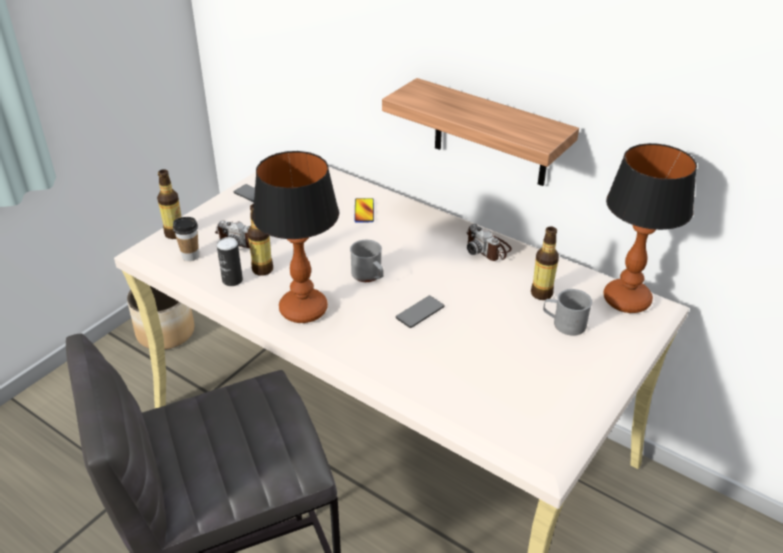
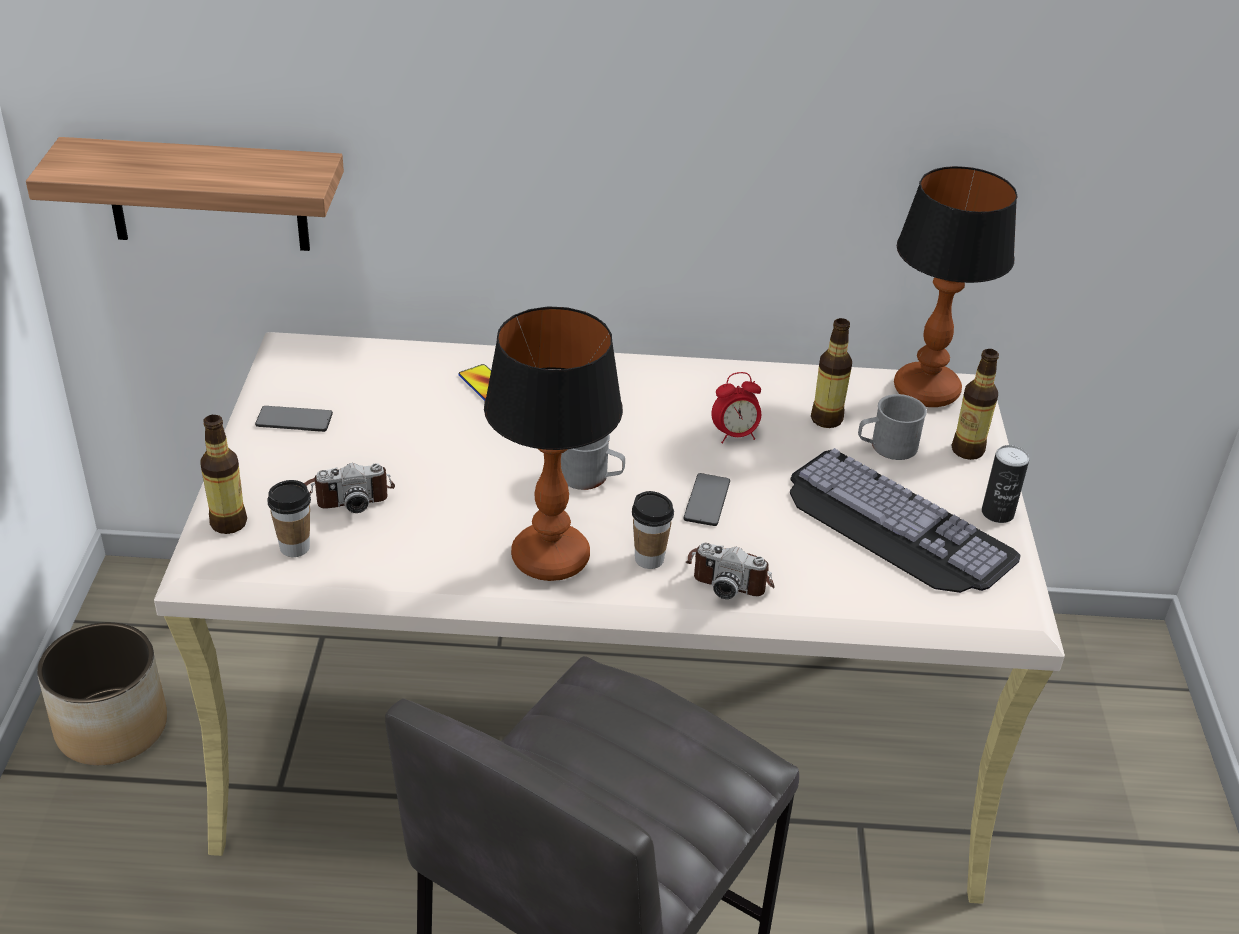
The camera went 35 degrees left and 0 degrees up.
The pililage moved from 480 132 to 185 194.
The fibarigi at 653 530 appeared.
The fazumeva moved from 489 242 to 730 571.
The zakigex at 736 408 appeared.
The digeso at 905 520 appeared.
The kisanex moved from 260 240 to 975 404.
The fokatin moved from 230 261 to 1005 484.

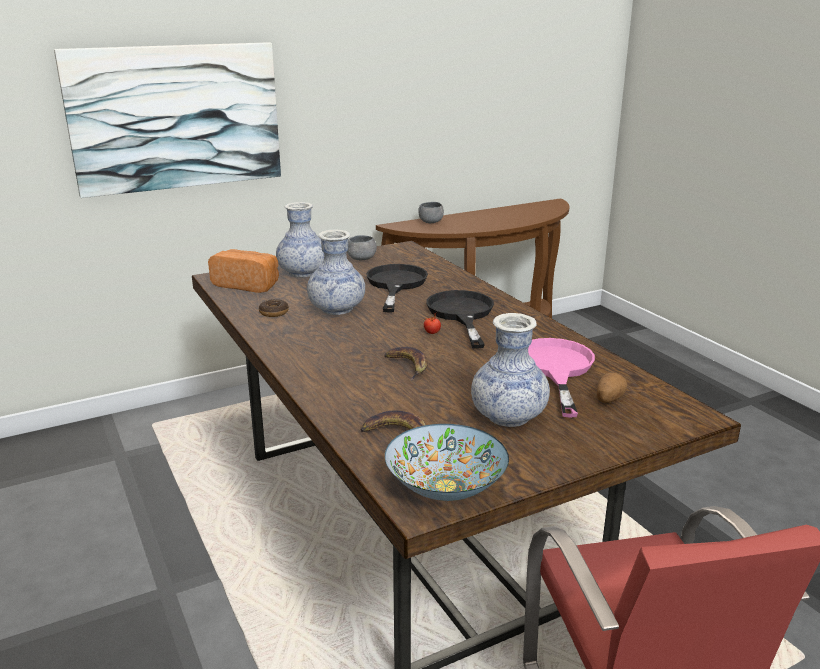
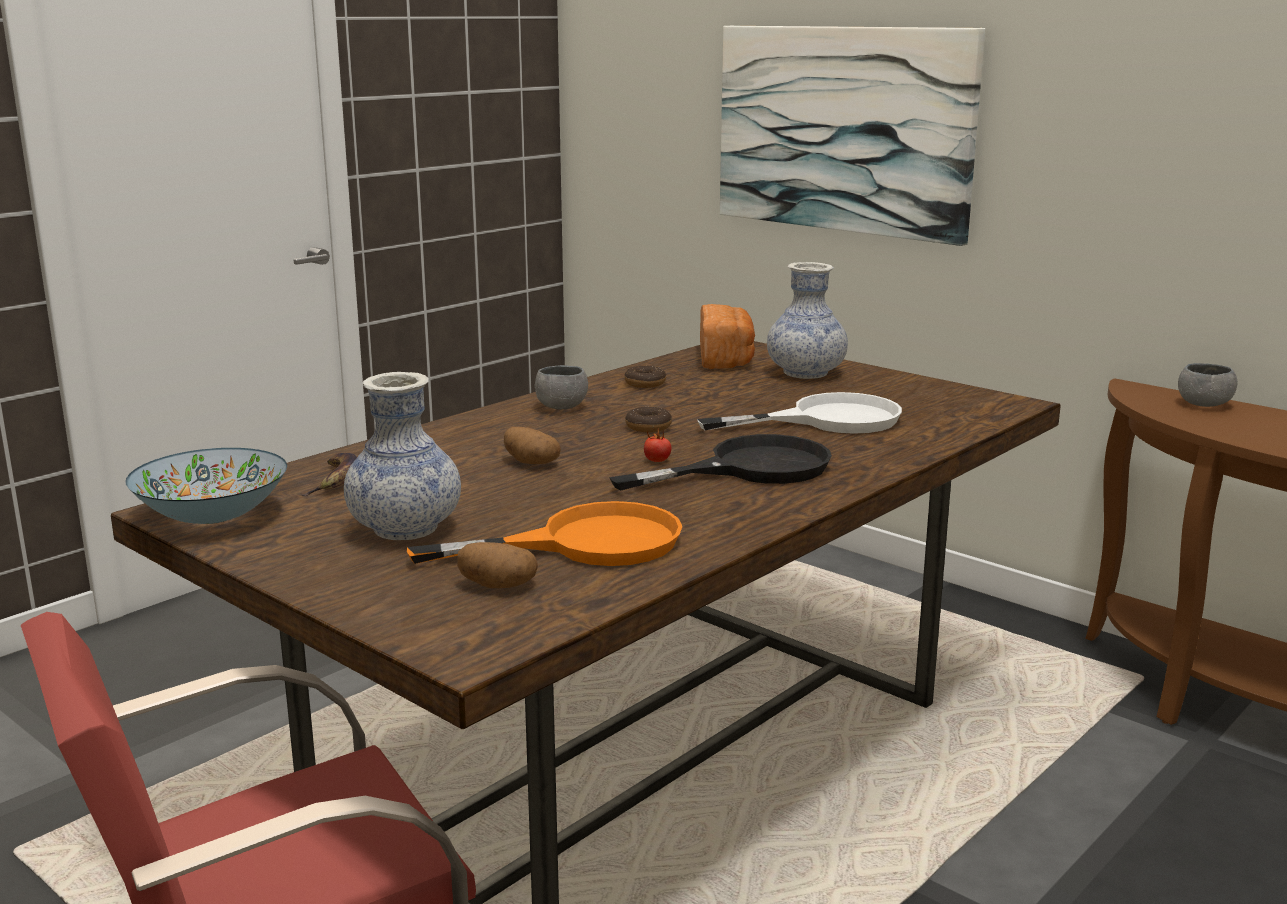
The camera went 70 degrees right and 5 degrees down.
The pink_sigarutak at 561 377 became the orange_sigarutak at 544 533.
The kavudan at 406 364 was replaced by the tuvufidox at 532 445.
The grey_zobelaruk moved from 362 247 to 561 387.
The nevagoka at 648 419 appeared.
The black_sigarutak at 397 288 became the white_sigarutak at 799 413.
The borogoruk at 336 272 disappeared.

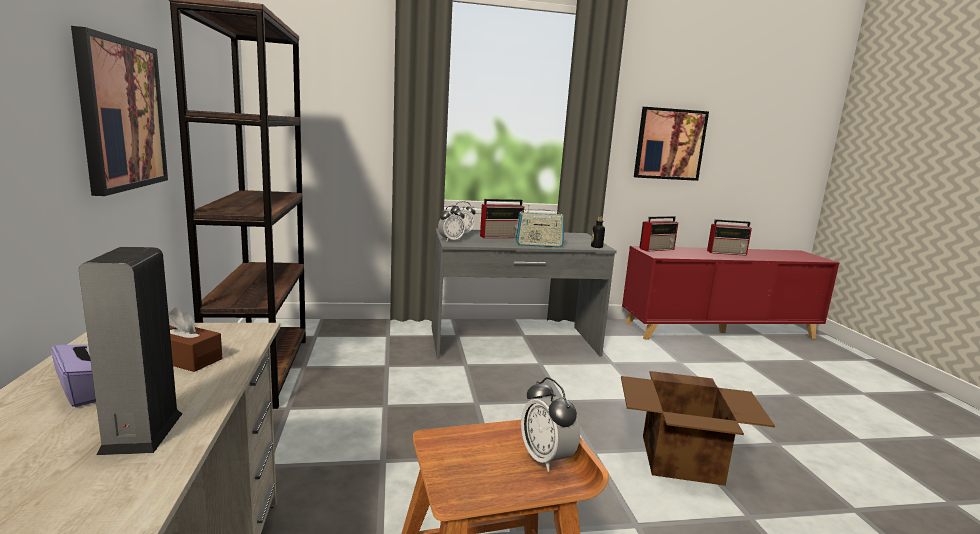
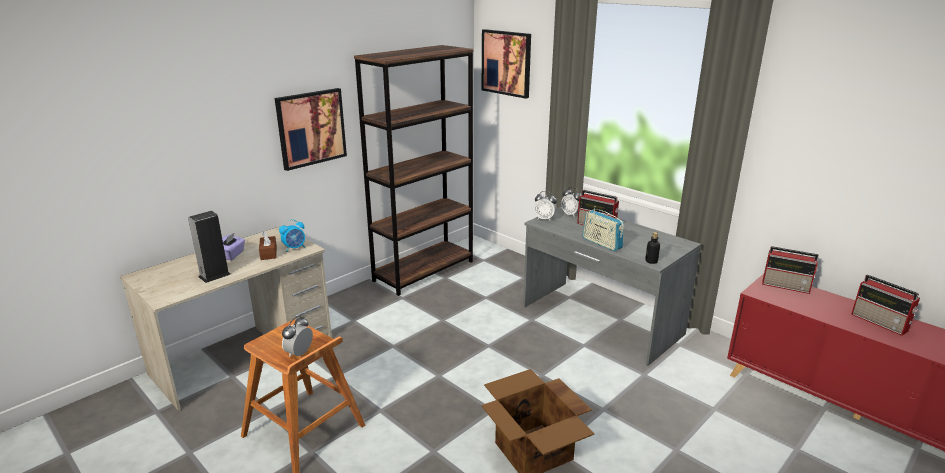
The camera went 55 degrees right and 10 degrees up.
The zakigex at 292 235 appeared.
The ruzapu moved from 671 144 to 506 64.

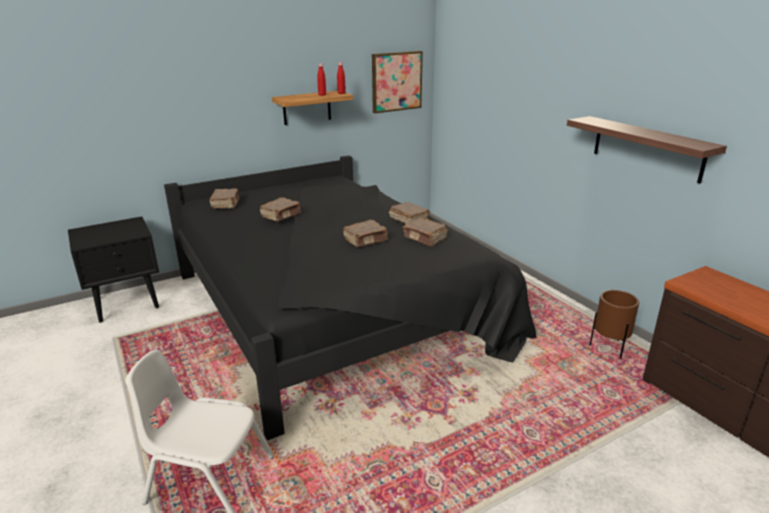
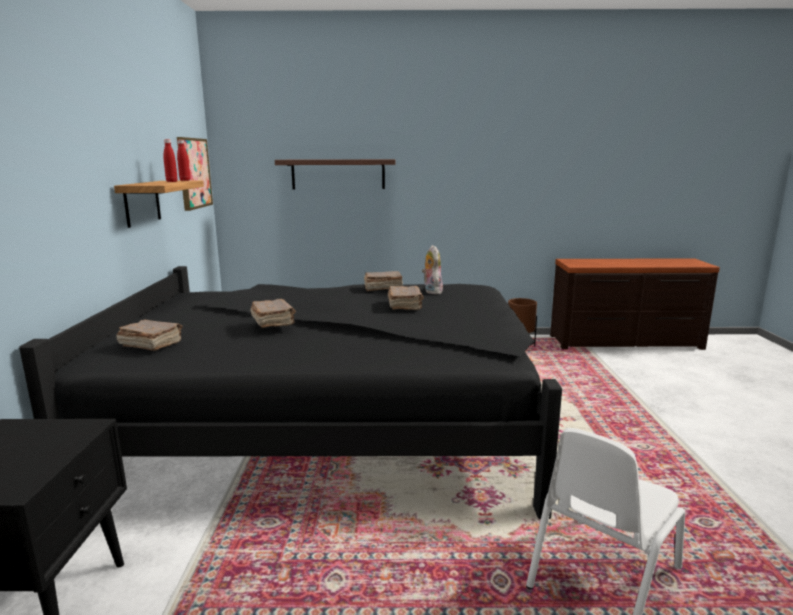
The camera went 60 degrees left and 10 degrees down.
The pililage moved from 647 149 to 335 174.
The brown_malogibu at 424 232 was replaced by the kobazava at 432 269.

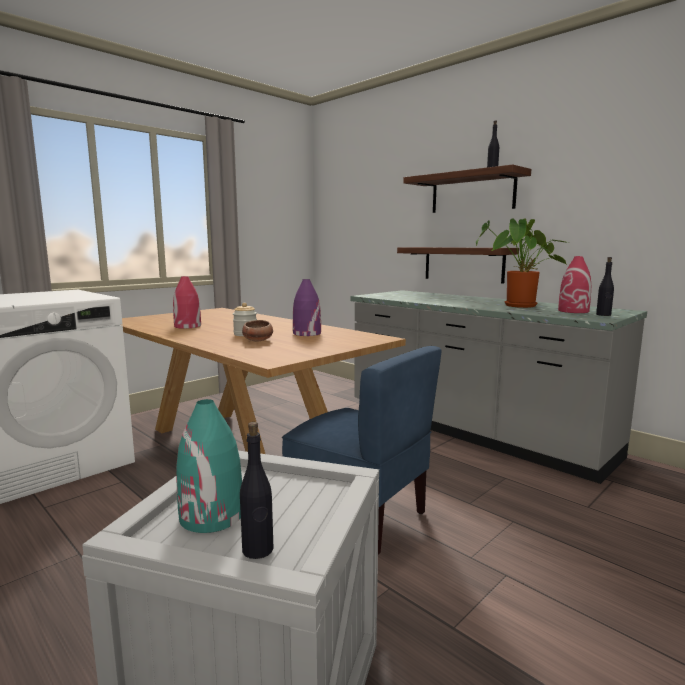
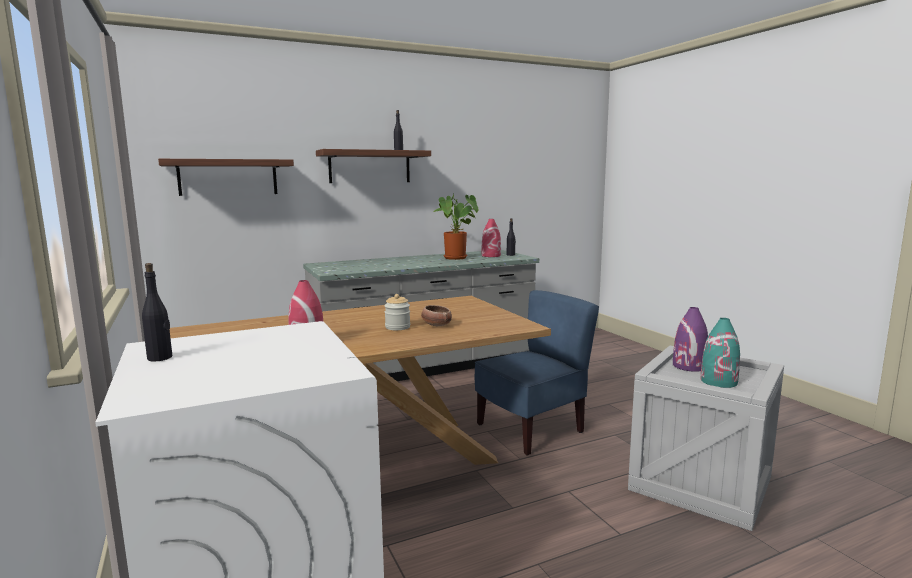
The camera went 70 degrees left and 0 degrees up.
The black_kisanex moved from 257 490 to 157 312.
The pililage moved from 458 265 to 226 177.
The purple_borogoruk moved from 307 307 to 690 339.

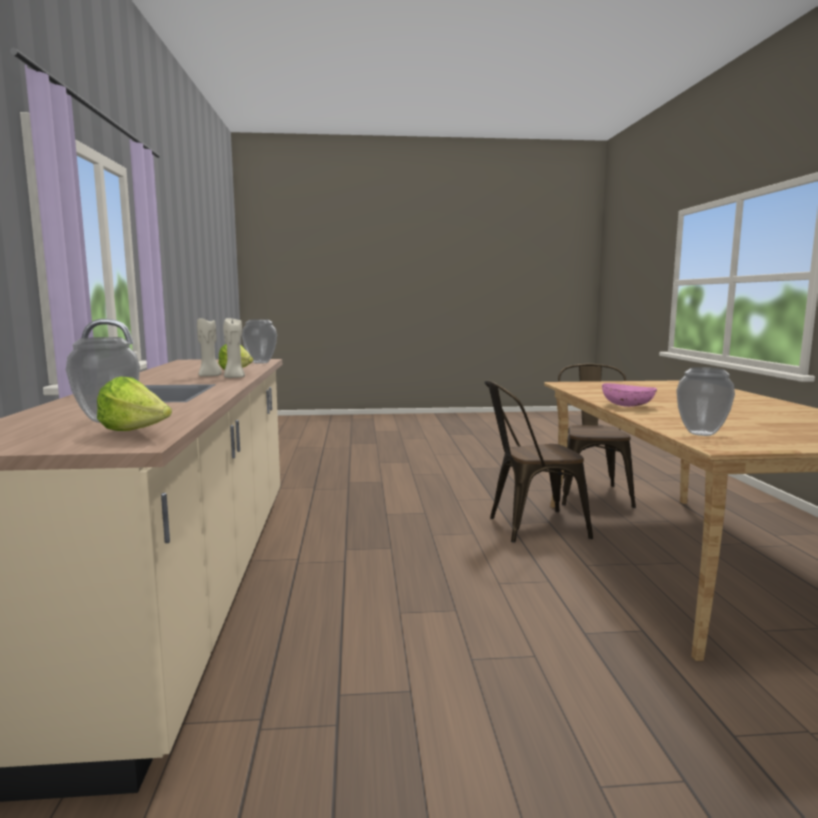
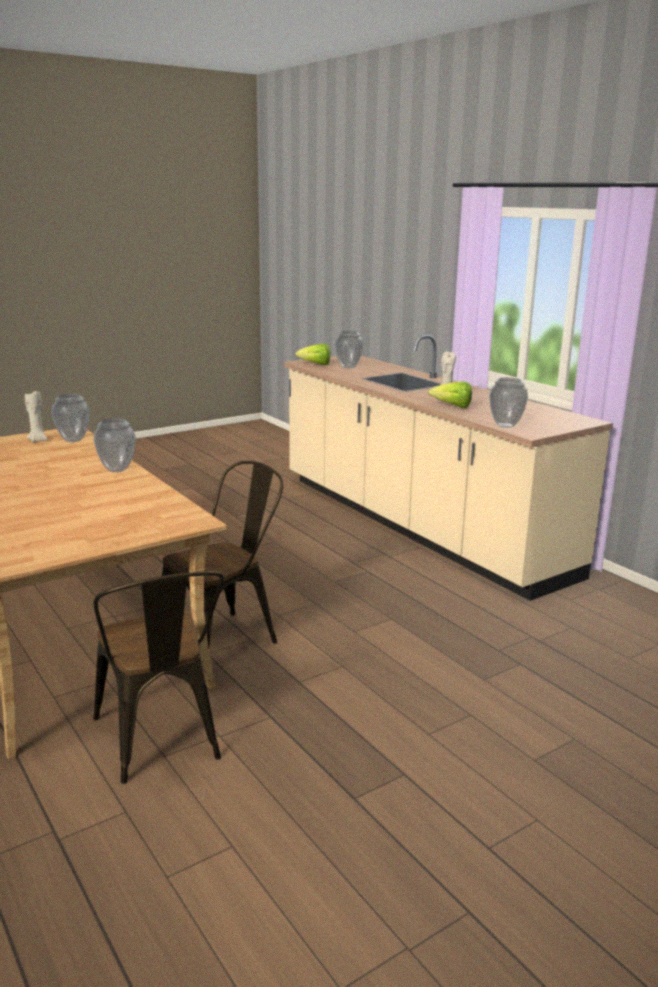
The camera went 150 degrees right and 10 degrees up.
The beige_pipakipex moved from 234 348 to 36 417.
The pink_zobelaruk at 629 395 was replaced by the borogoruk at 114 445.

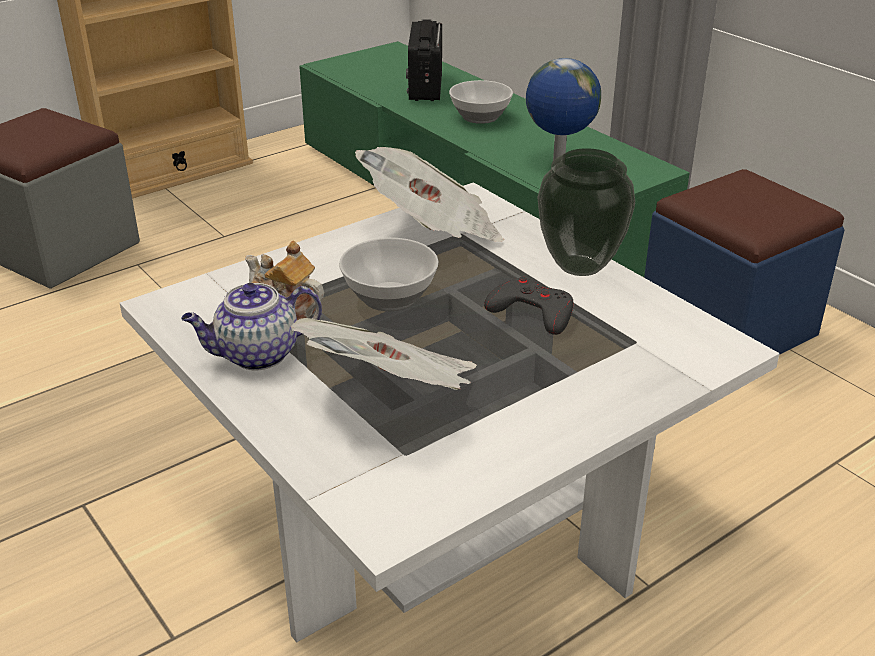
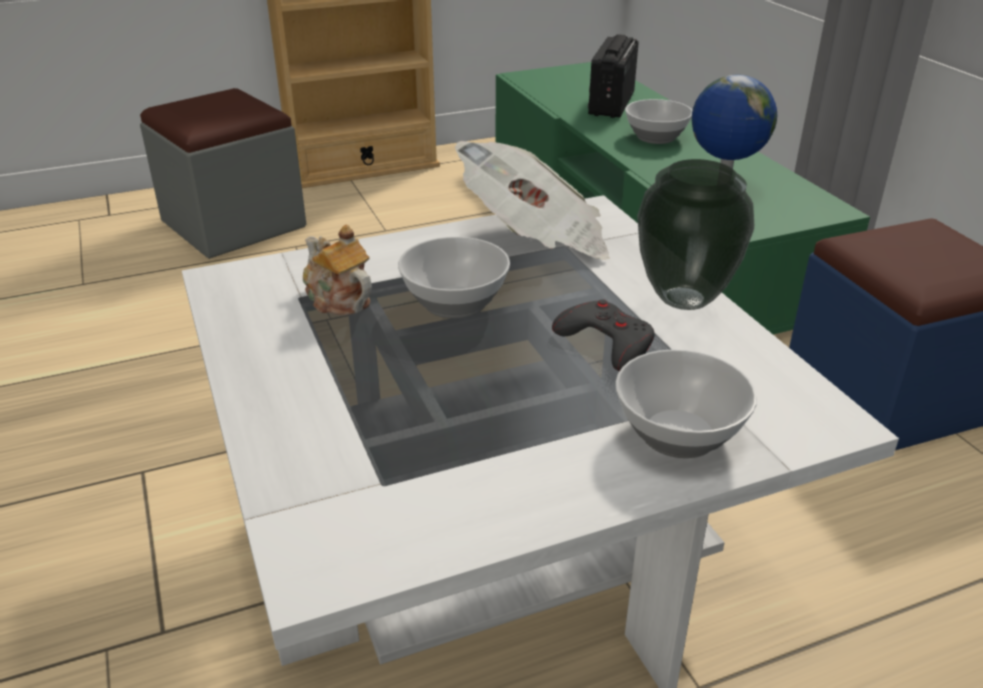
The camera went 15 degrees right and 0 degrees up.
The zobelaruk at 686 403 appeared.
The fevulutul at 251 327 disappeared.
The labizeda at 384 354 disappeared.

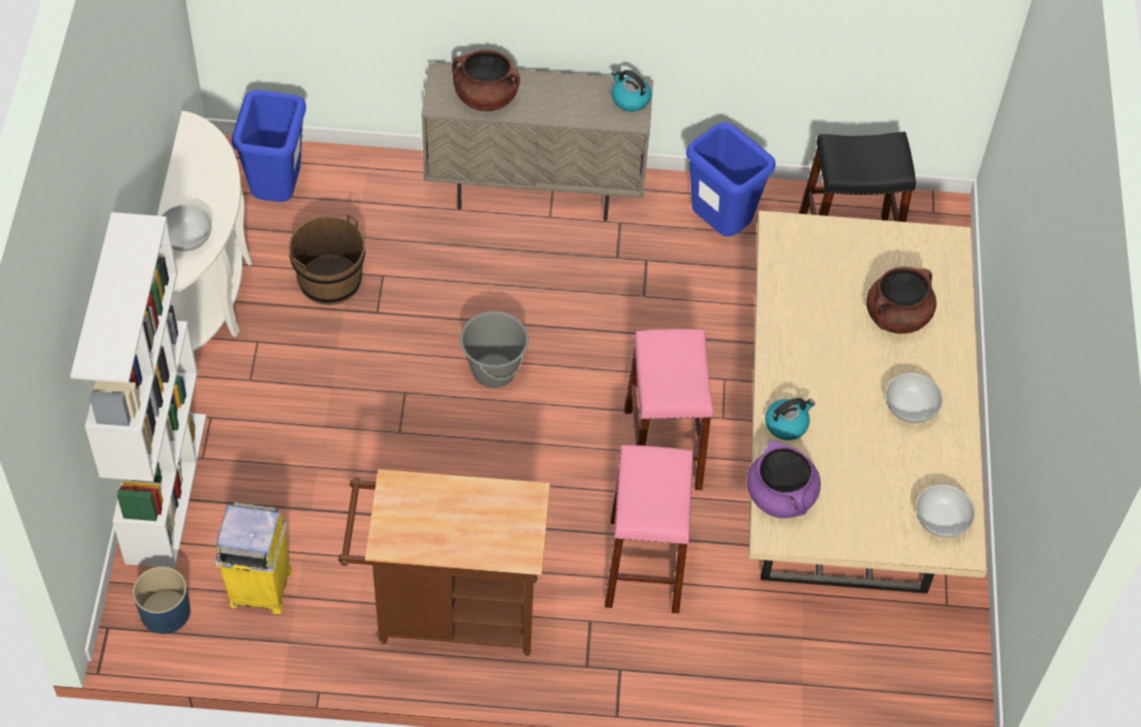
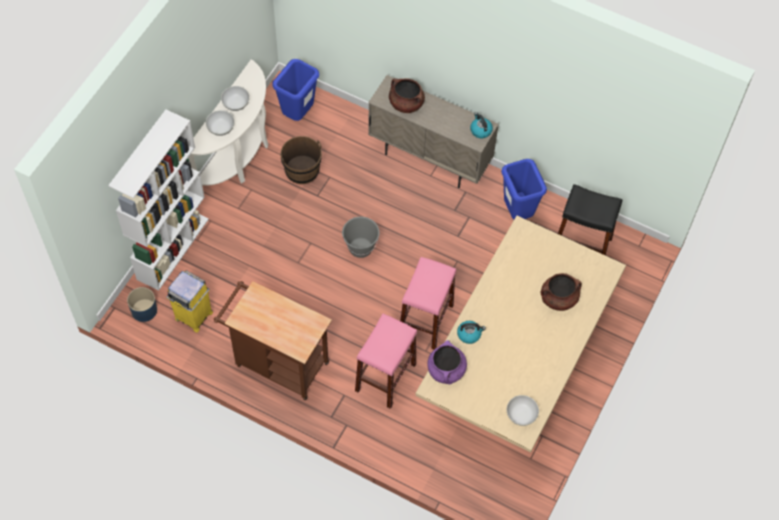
The camera went 25 degrees right and 5 degrees up.
The white_zobelaruk moved from 914 398 to 235 98.

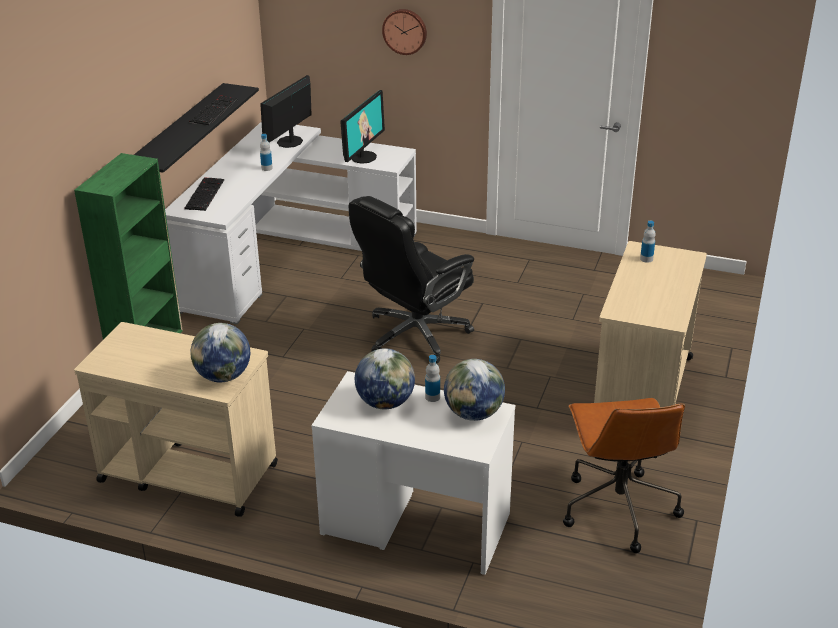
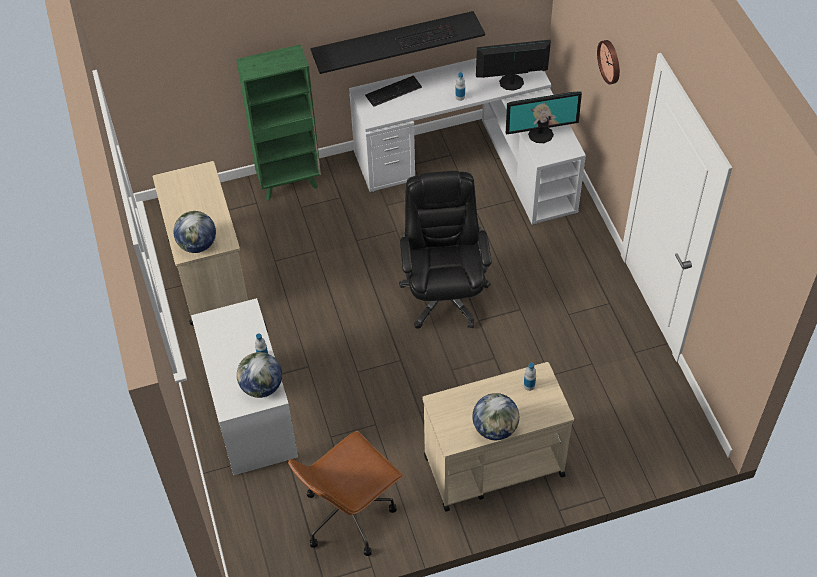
The camera went 55 degrees right and 20 degrees up.
The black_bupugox at 411 279 turned 75 degrees clockwise.
The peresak moved from 385 378 to 495 416.

